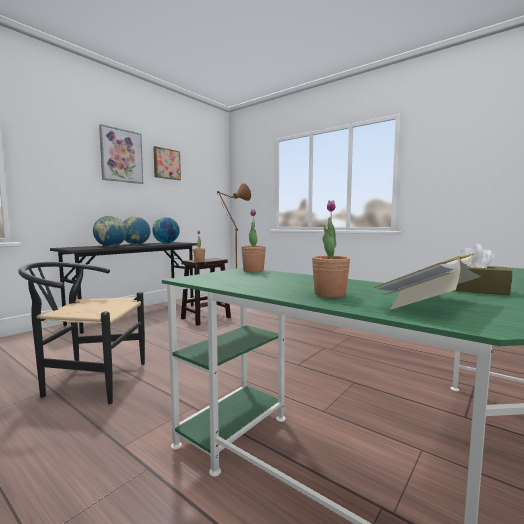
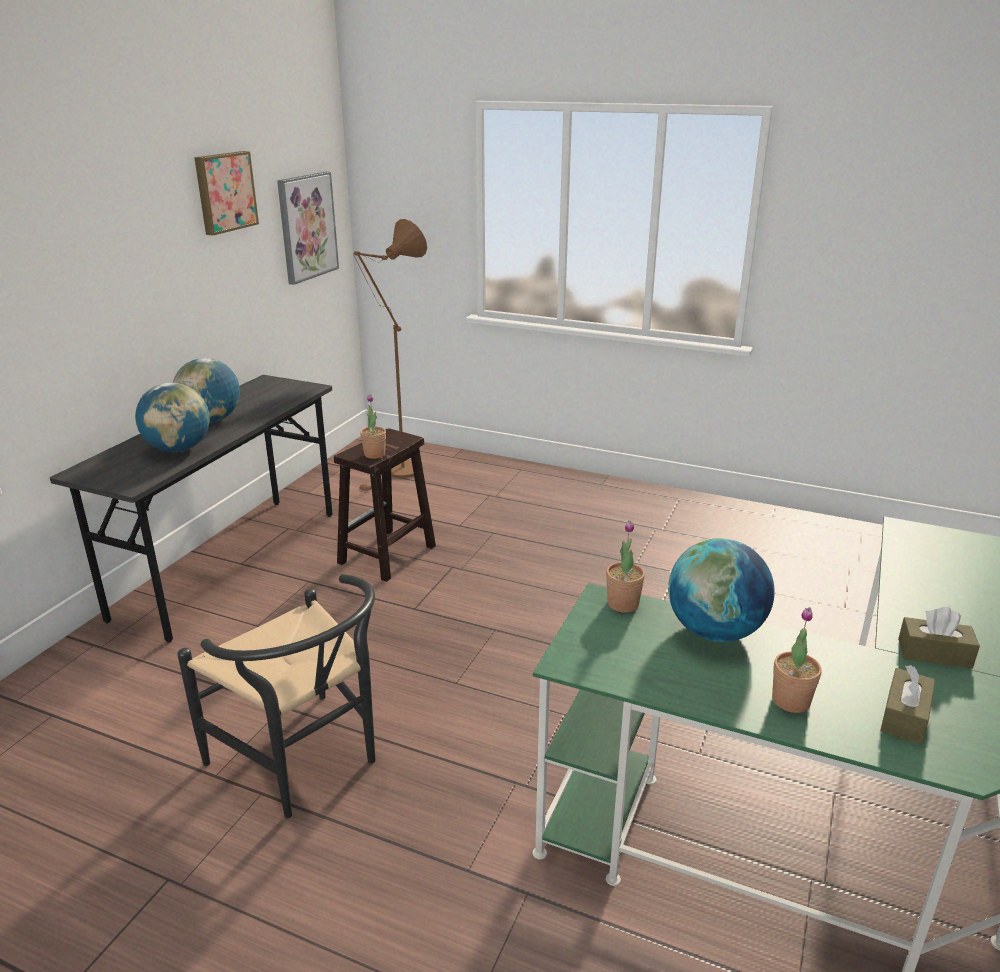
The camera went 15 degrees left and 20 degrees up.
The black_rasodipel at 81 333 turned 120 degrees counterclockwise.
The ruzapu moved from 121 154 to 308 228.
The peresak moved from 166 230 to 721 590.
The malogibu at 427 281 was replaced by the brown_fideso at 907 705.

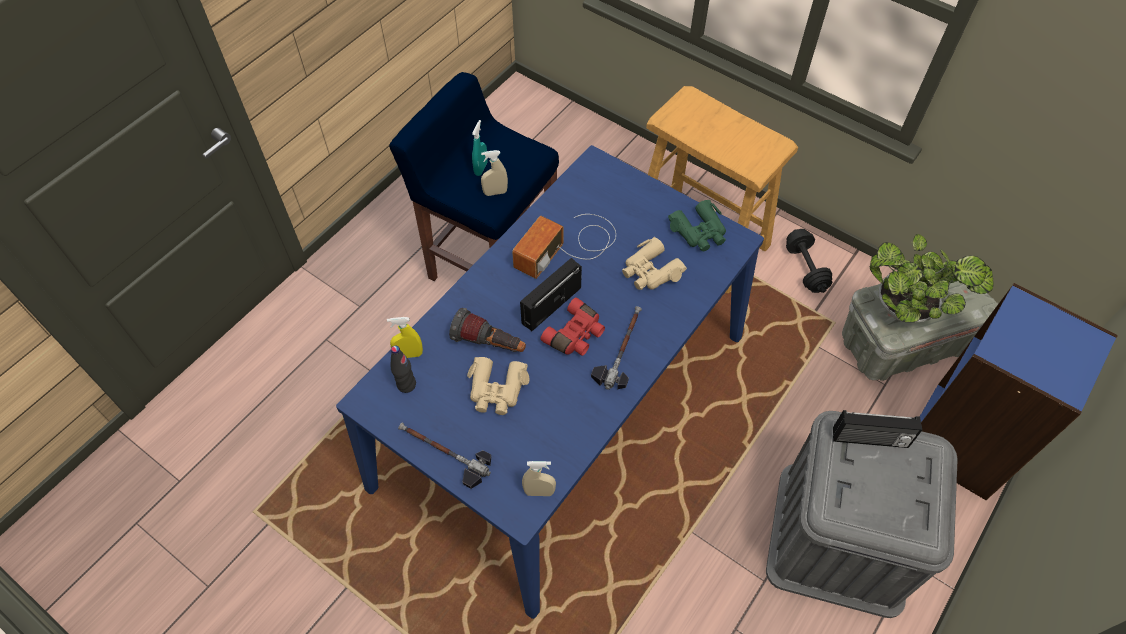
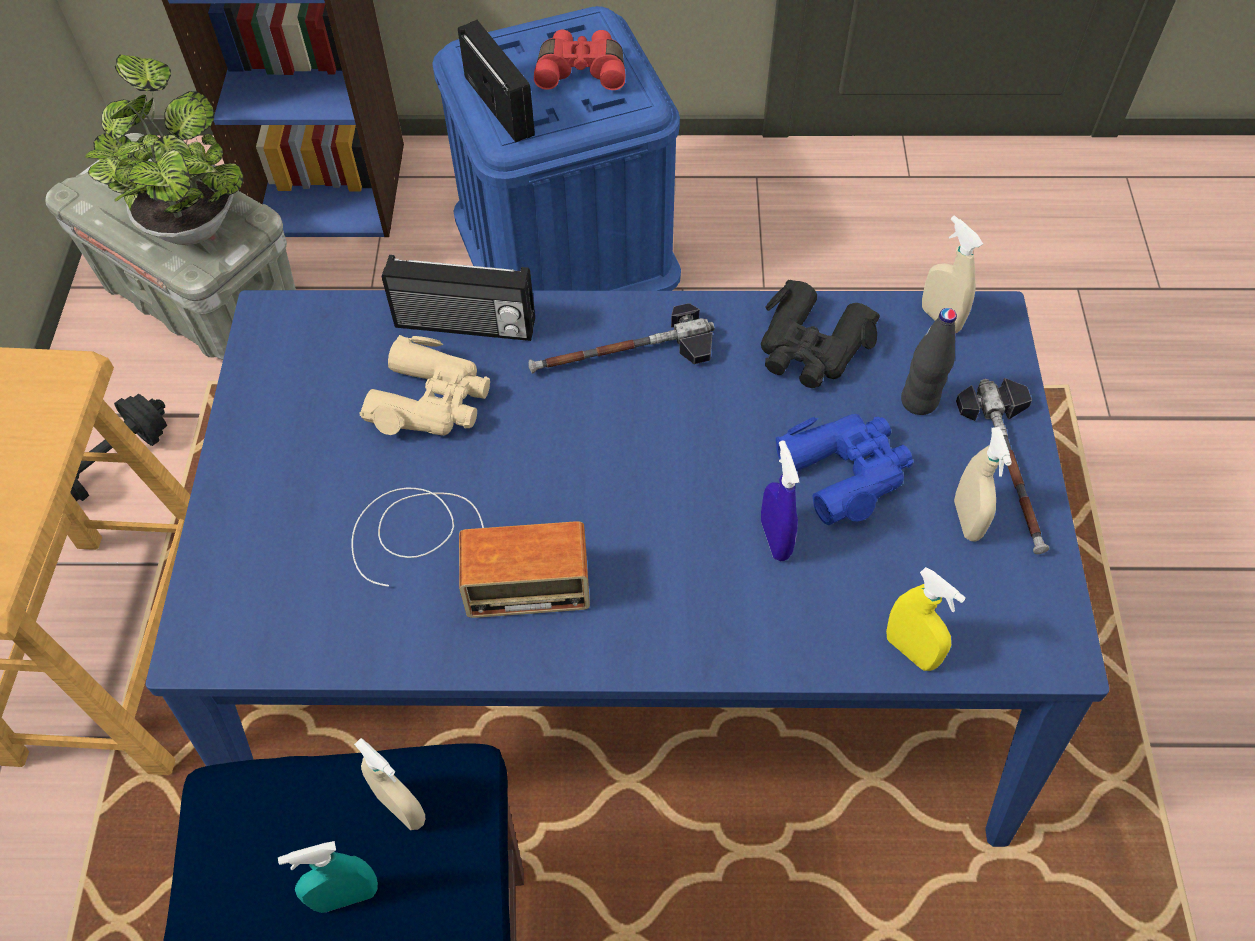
The camera went 125 degrees left and 0 degrees up.
The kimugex moved from 551 294 to 458 298.
The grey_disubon at 862 514 became the blue_disubon at 556 148.
The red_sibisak moved from 573 326 to 580 60.
The black_sibisak at 820 334 appeared.
The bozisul at 487 330 was replaced by the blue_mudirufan at 780 500.
The beige_sibisak at 498 386 became the blue_sibisak at 844 469.
The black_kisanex moved from 403 369 to 929 361.
The beige_mudirufan at 983 484 appeared.
The green_sibisak at 697 225 disappeared.

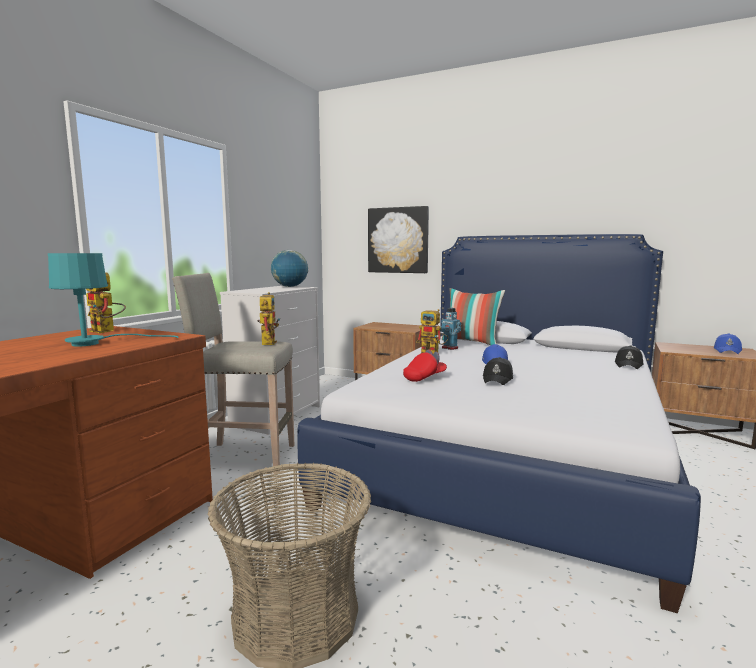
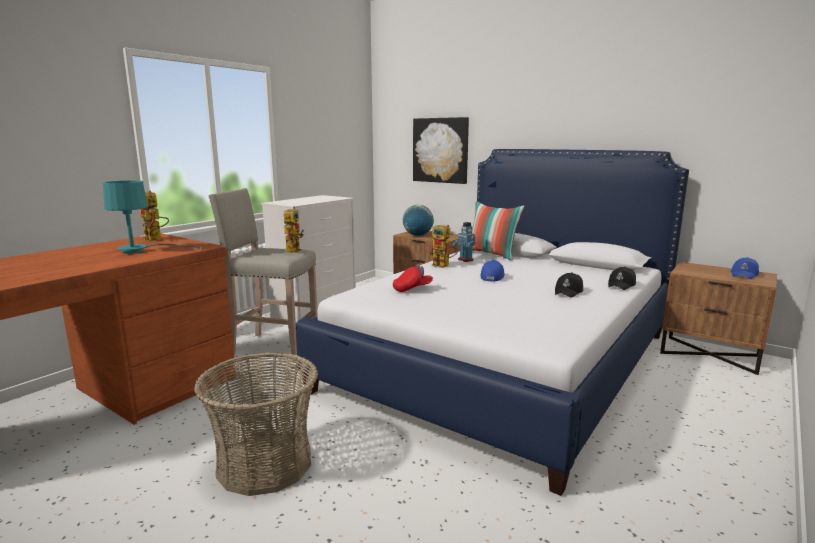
The camera went 10 degrees right and 5 degrees up.
The peresak moved from 289 268 to 418 220.
The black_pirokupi moved from 498 371 to 569 285.

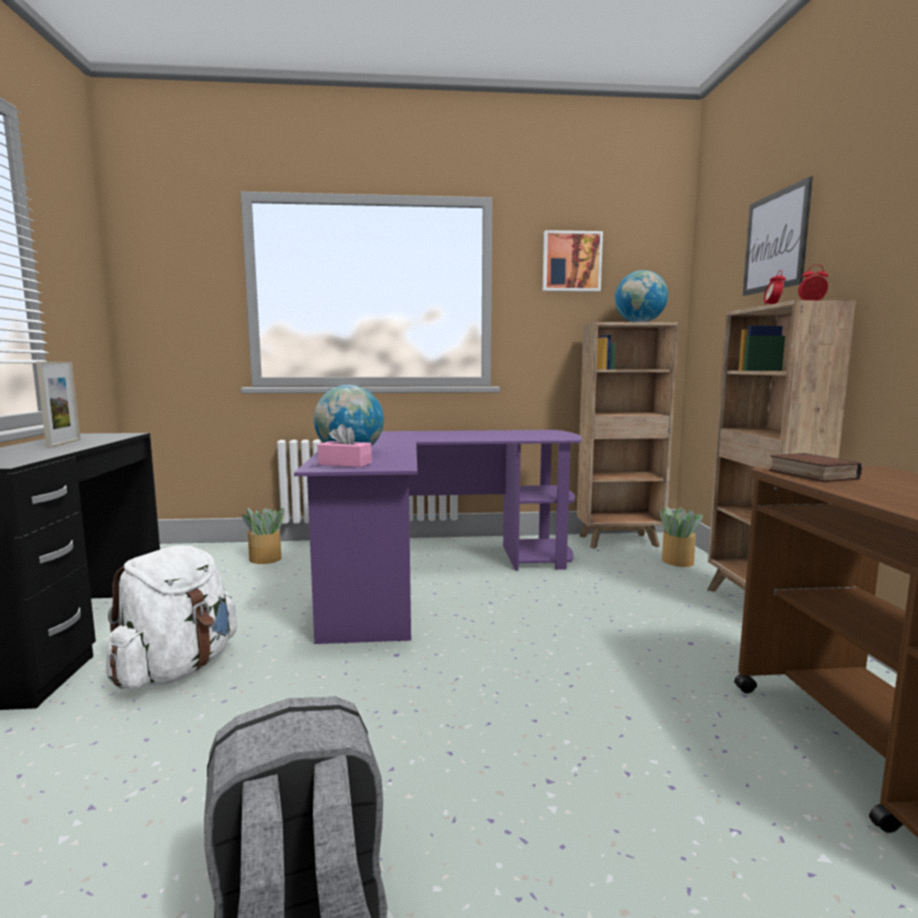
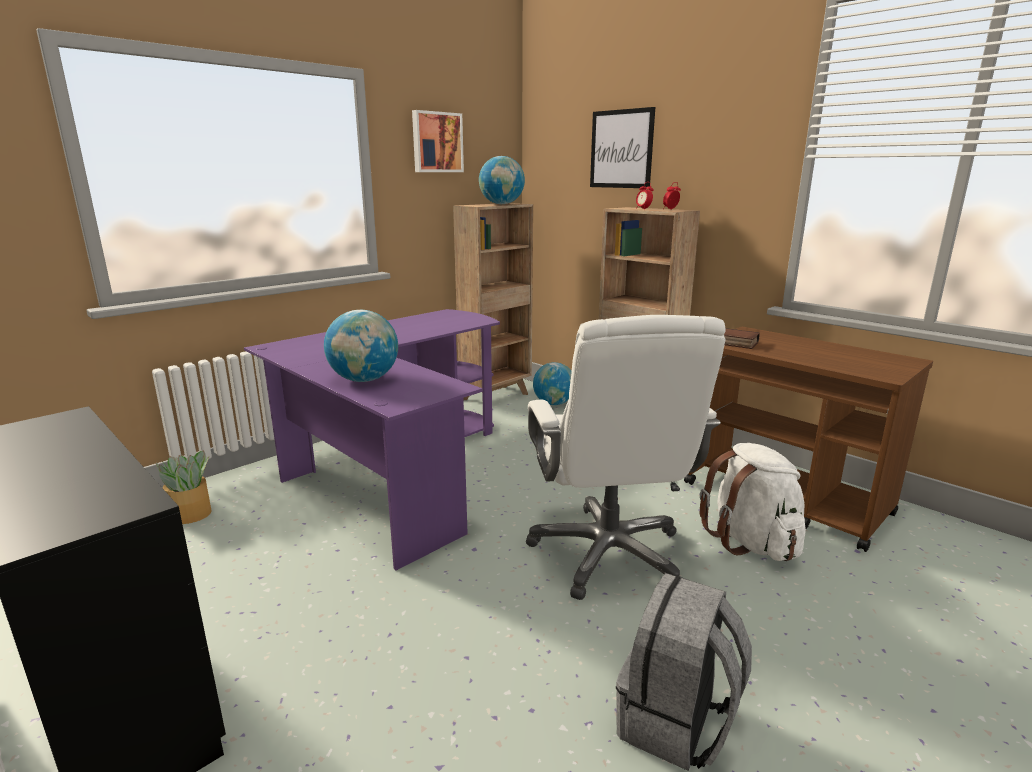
The camera went 40 degrees left and 10 degrees up.
The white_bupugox at 626 457 appeared.
The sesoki at 681 536 was replaced by the peresak at 552 383.
The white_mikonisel moved from 171 617 to 753 502.
The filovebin at 58 404 disappeared.
The pink_fideso at 344 445 disappeared.

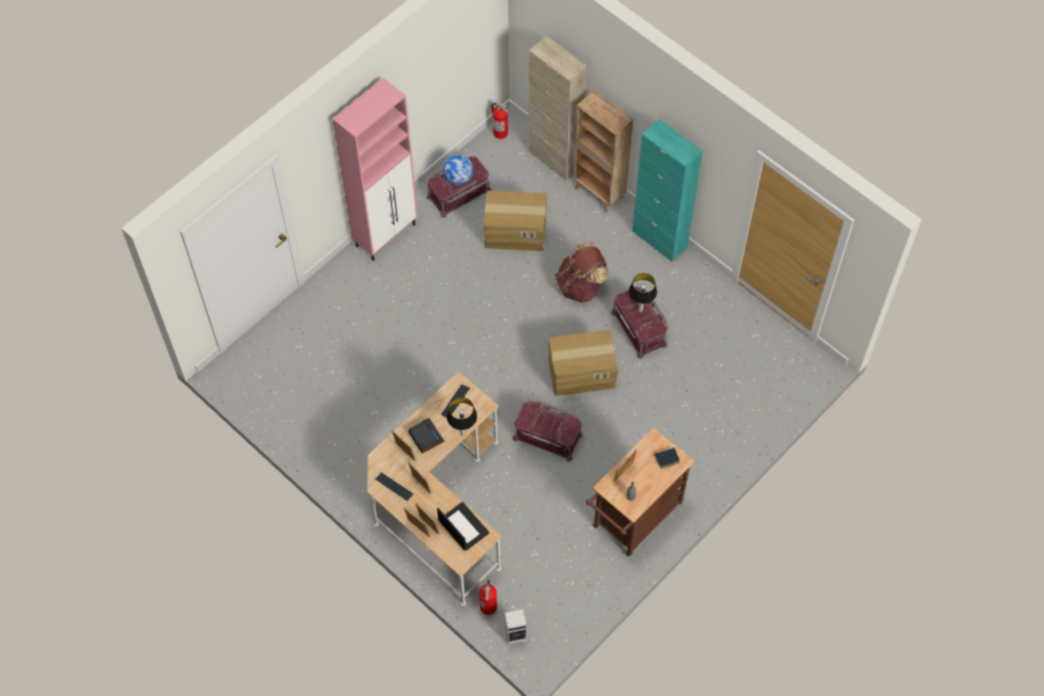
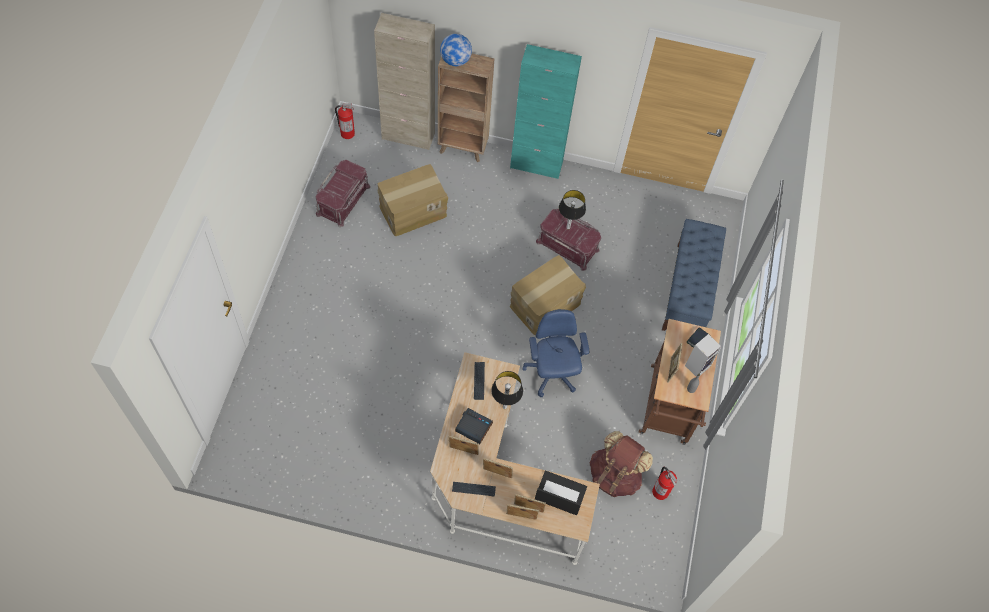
The camera went 35 degrees left and 0 degrees up.
The peresak moved from 458 169 to 456 50.
The red_disubon at 547 431 was replaced by the blue_bupugox at 555 353.
The brown_mikonisel moved from 582 272 to 621 464.
The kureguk moved from 488 597 to 664 483.
The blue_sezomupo at 694 275 appeared.
The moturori moved from 515 627 to 703 355.
The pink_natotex at 375 169 disappeared.

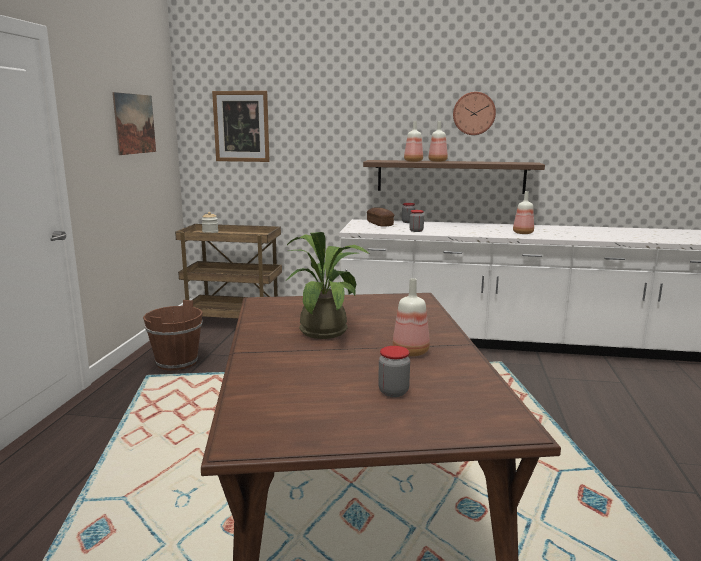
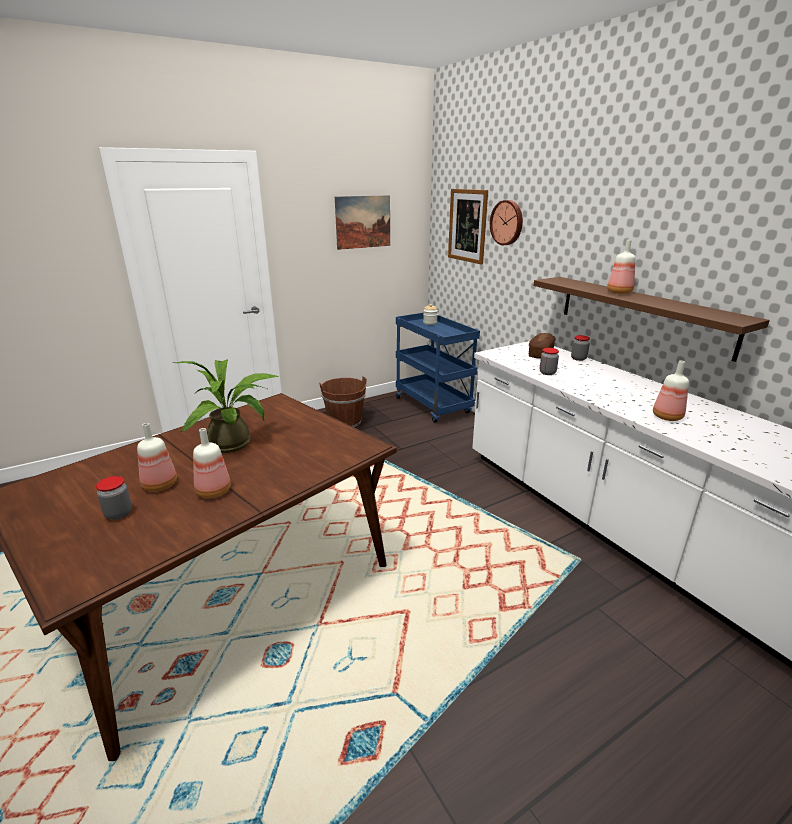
The camera went 50 degrees right and 10 degrees up.
The kisanex moved from 413 141 to 157 457.
The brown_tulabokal at 228 271 became the blue_tulabokal at 438 368.
The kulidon moved from 474 113 to 506 222.

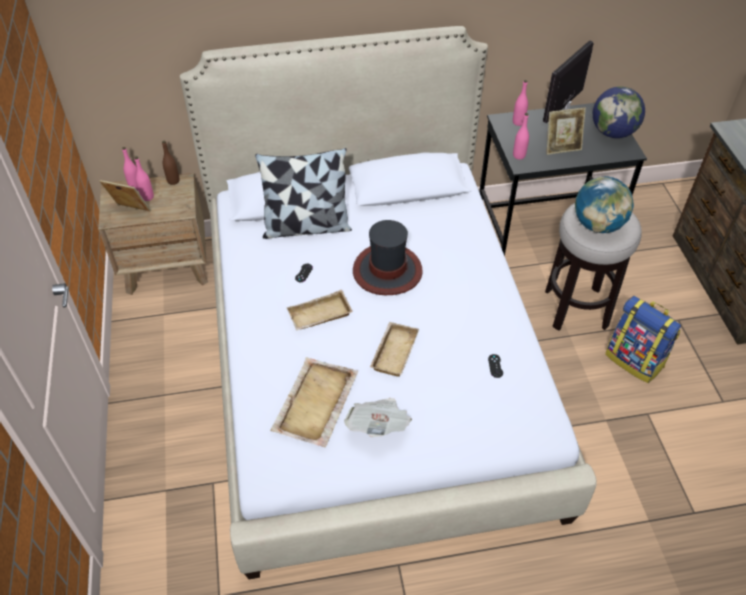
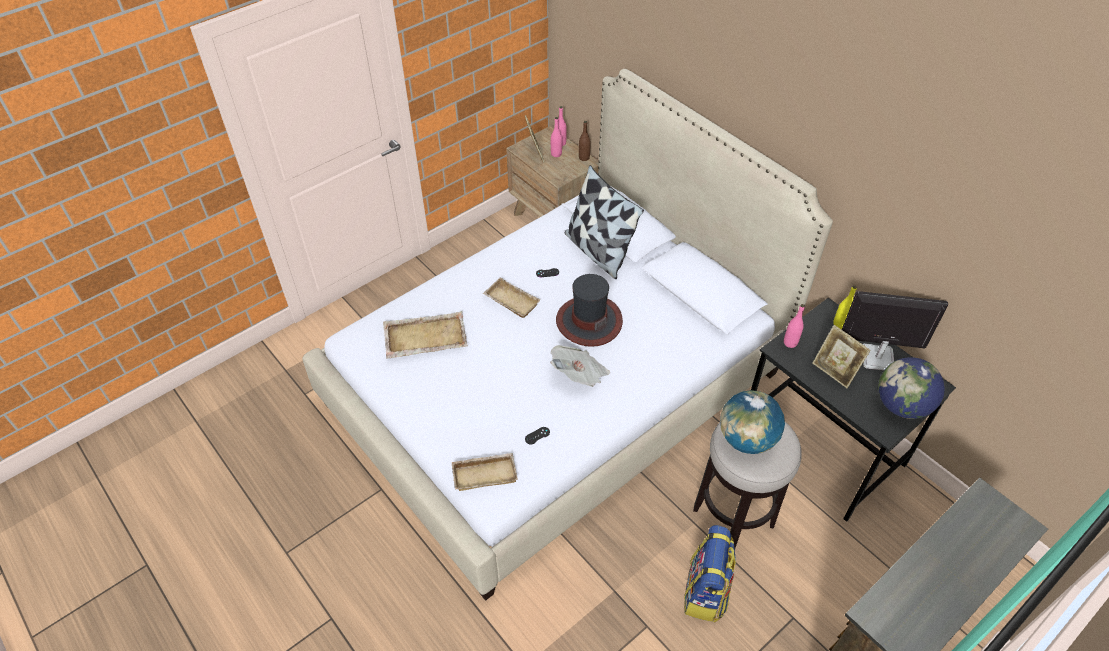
The camera went 60 degrees right and 0 degrees up.
The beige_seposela moved from 394 349 to 484 472.
The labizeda moved from 378 417 to 580 366.
The pink_kisanex at 520 103 became the yellow_kisanex at 844 307.

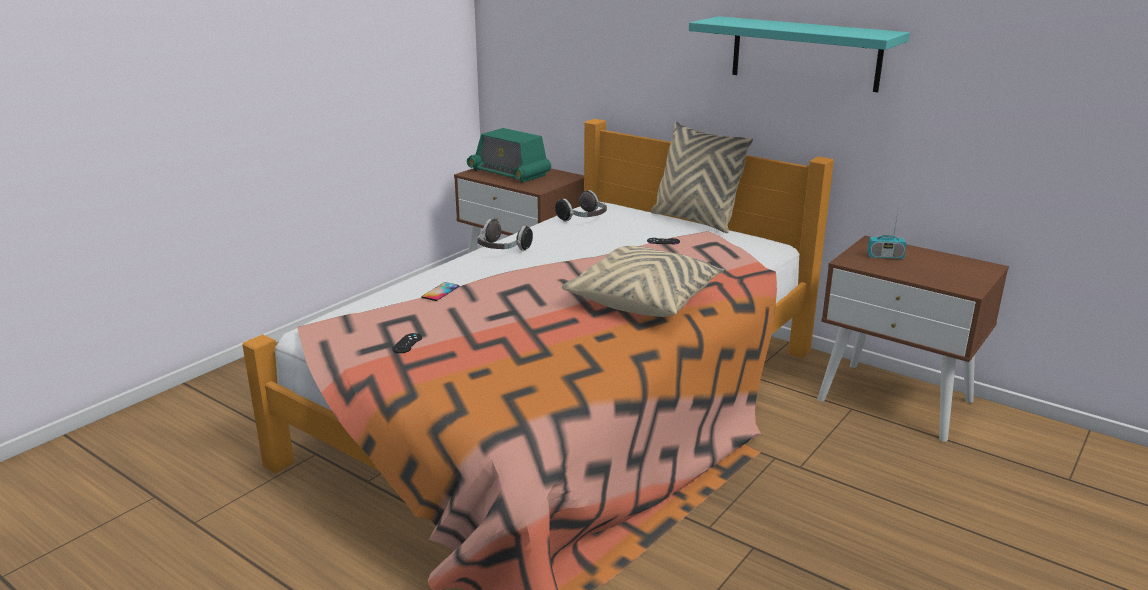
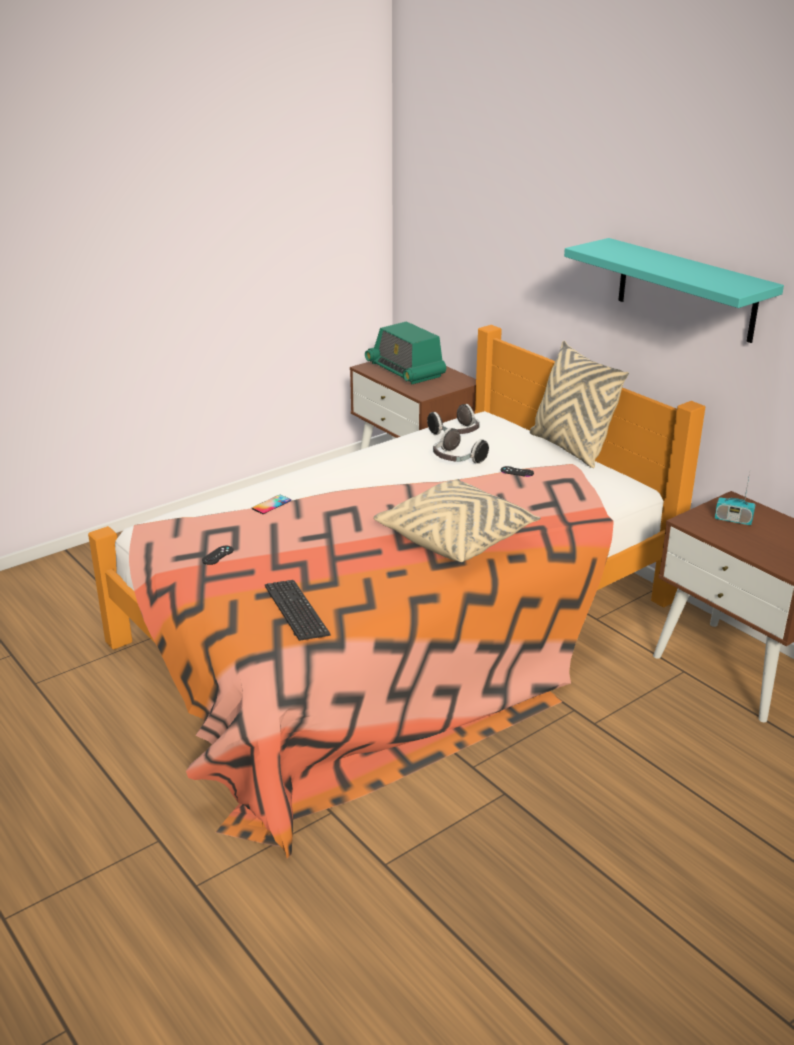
The camera went 15 degrees right and 5 degrees up.
The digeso at 298 610 appeared.
The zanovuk moved from 505 235 to 461 446.

